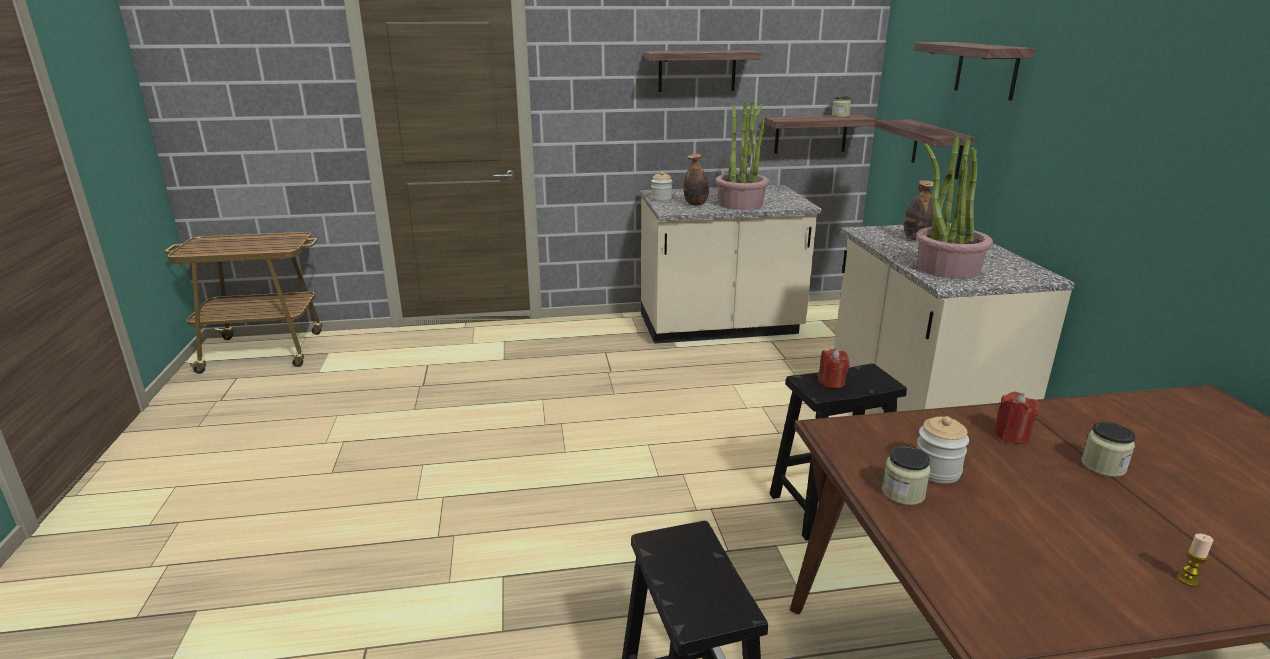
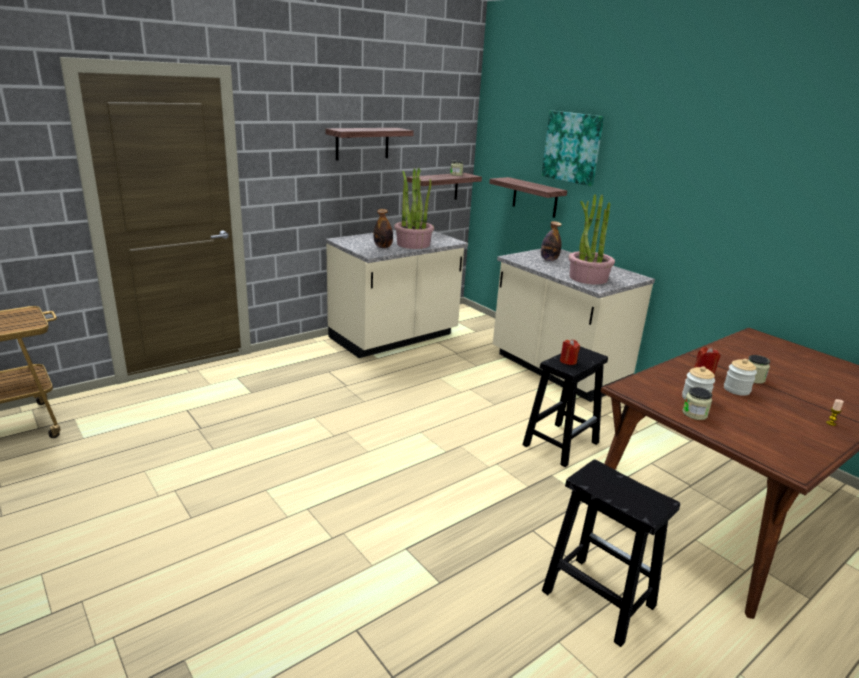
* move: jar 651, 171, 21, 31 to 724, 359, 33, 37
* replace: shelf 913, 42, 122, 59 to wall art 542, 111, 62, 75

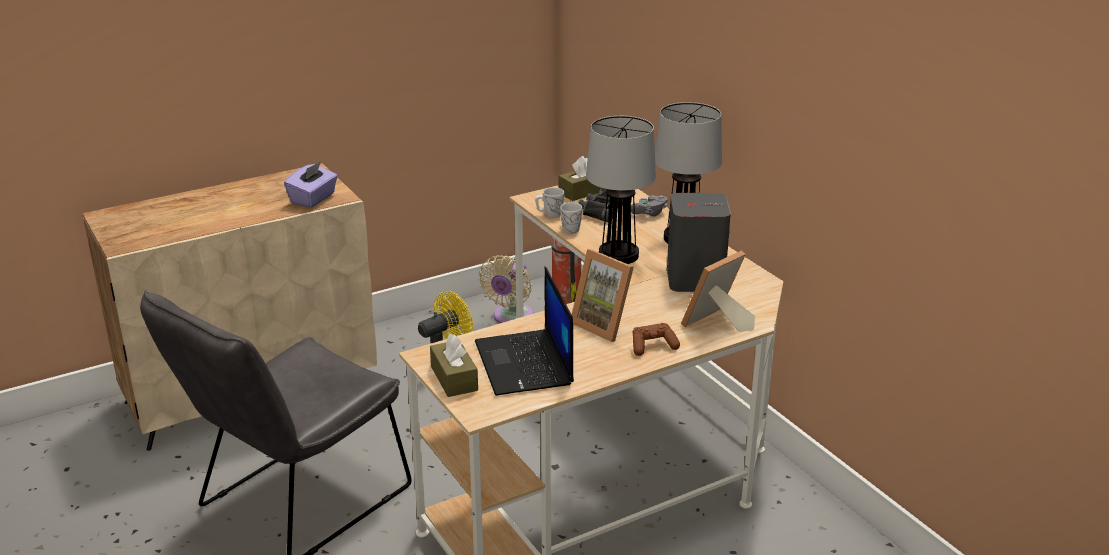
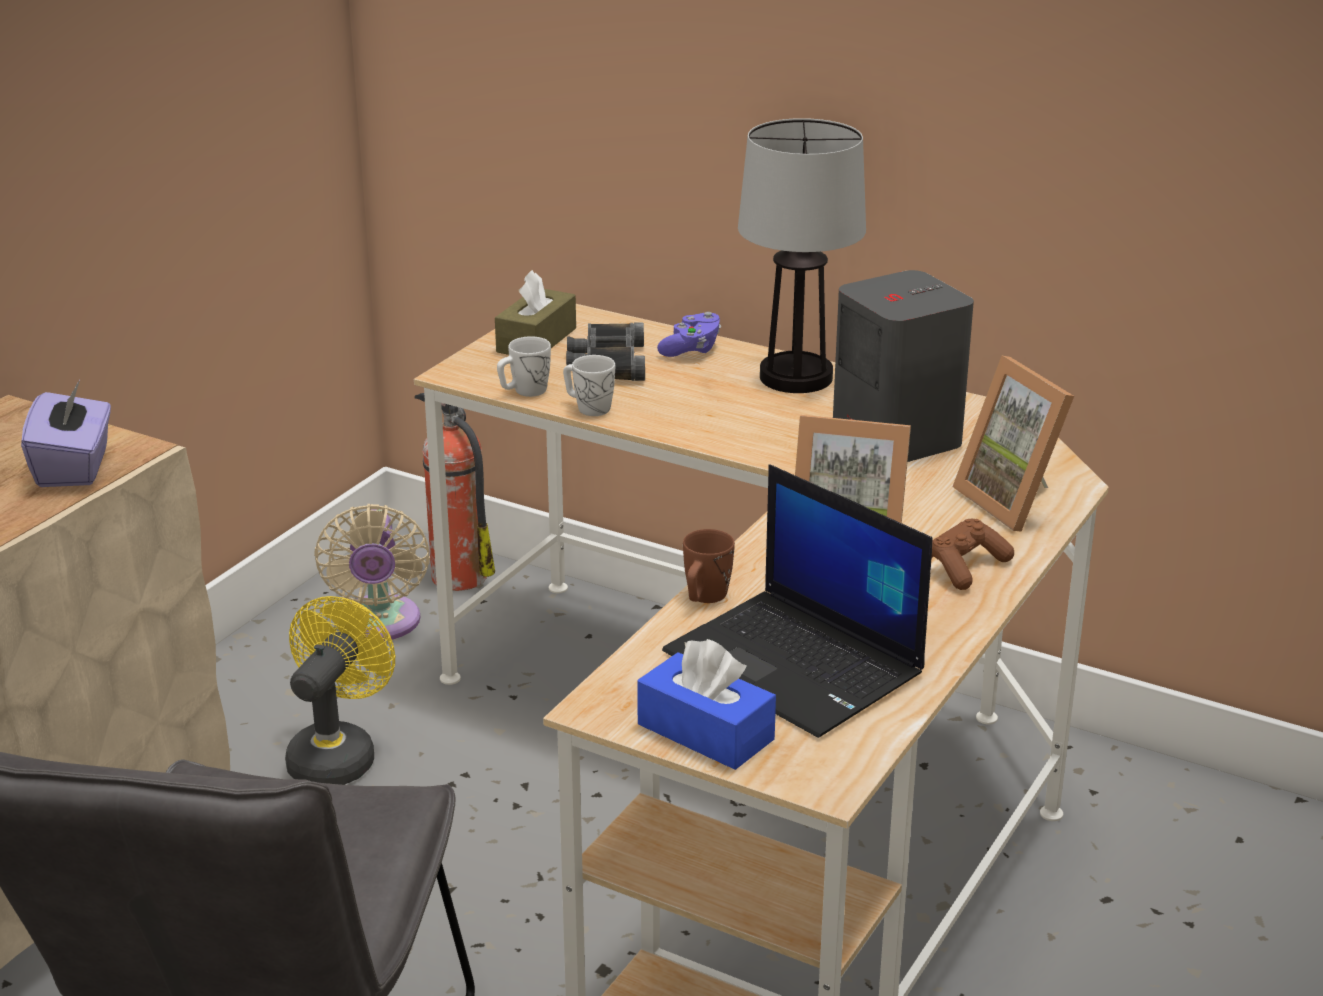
* delete: table lamp 586, 116, 70, 148
* insert: brown-coloured mug 683, 529, 52, 74
* recolor: brown-coloured tissue box 430, 333, 48, 64 to blue tissue box 637, 639, 139, 131
* recolor: gray joypad 631, 195, 37, 22 to purple joypad 657, 312, 64, 45
* rotate: standing frame 681, 250, 74, 82 = 952, 356, 122, 175 45 degrees counterclockwise

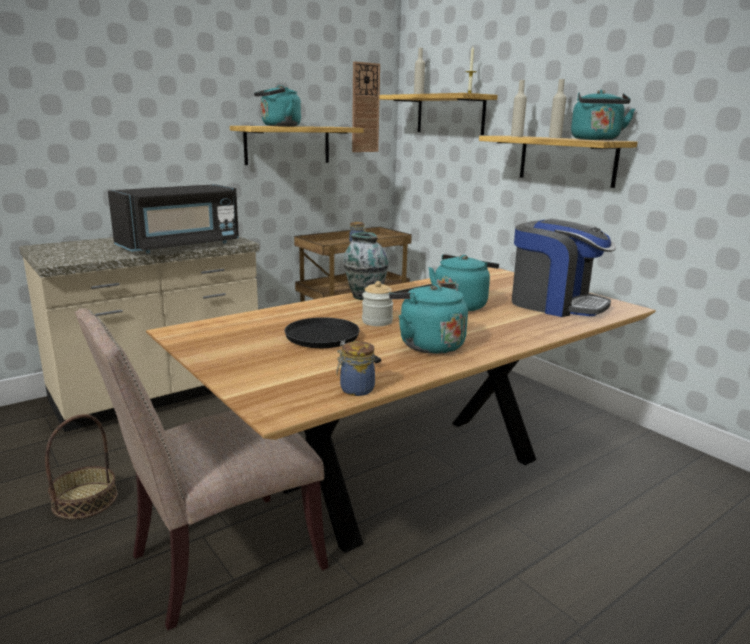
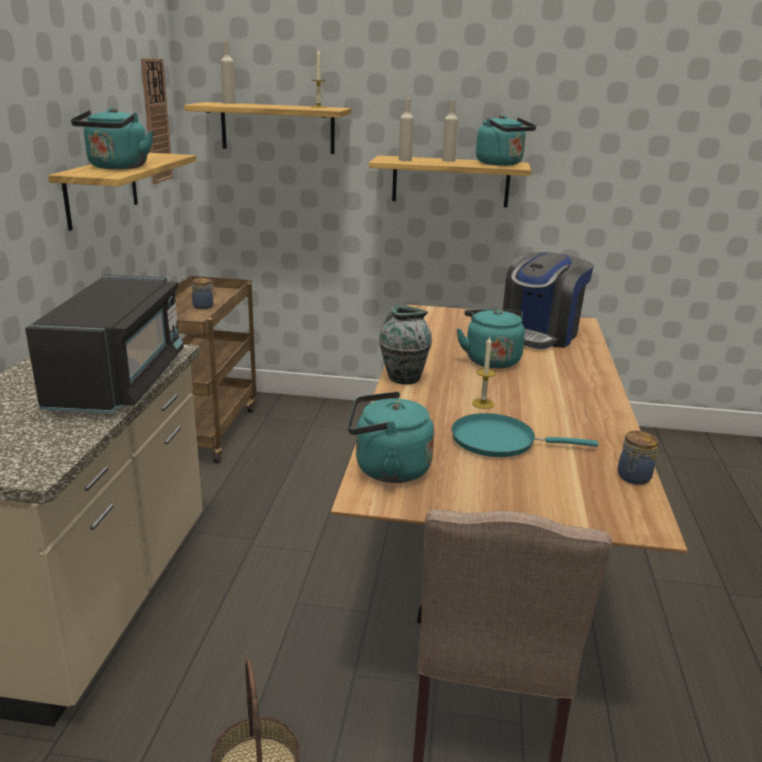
* move: blue-green water kettle 389, 283, 79, 71 to 348, 392, 86, 91
* replace: jar 362, 281, 31, 45 to wax candle 472, 337, 24, 72
* recolor: blackish pan 284, 317, 97, 46 to blue-green pan 451, 413, 147, 44
* rotate: coffee maker 512, 219, 104, 98 = 503, 252, 91, 97 135 degrees clockwise

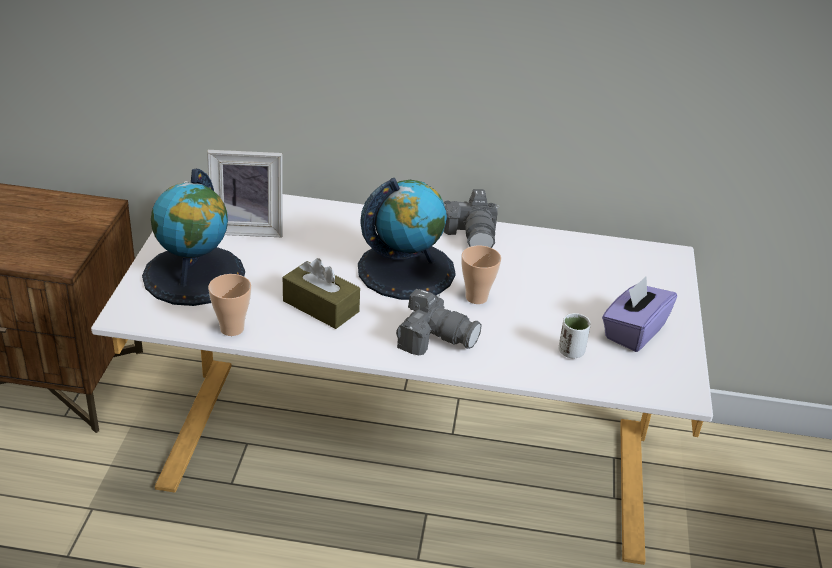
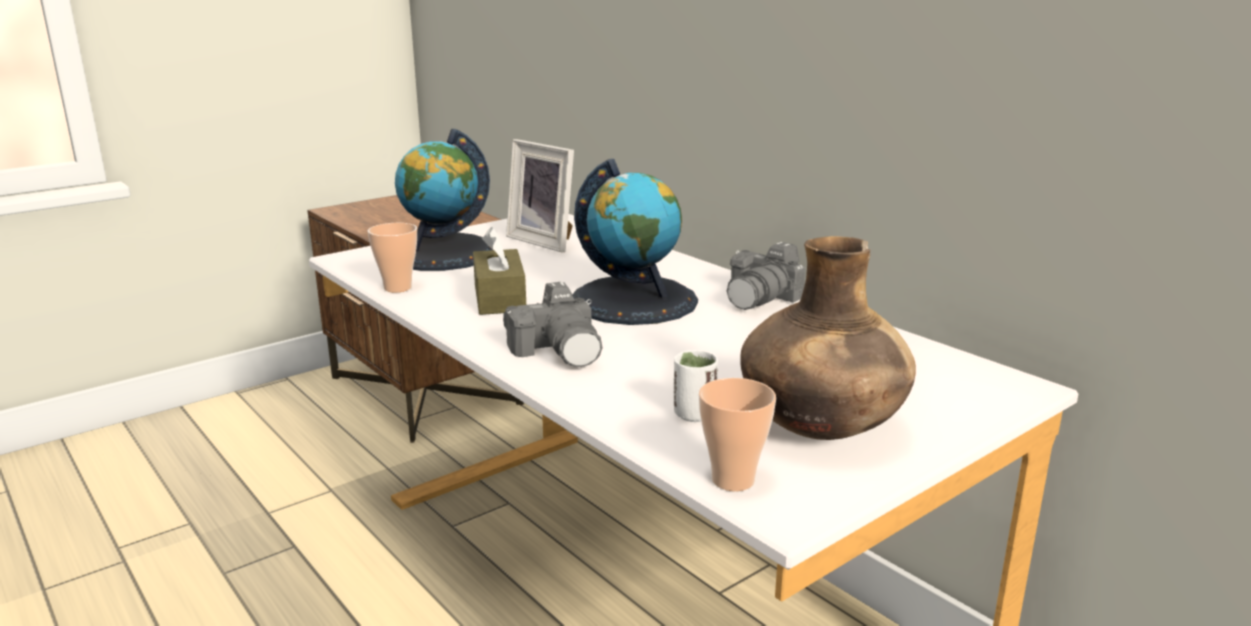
* move: drinking cup 461, 246, 40, 58 to 699, 378, 77, 113
* replace: purple tissue box 602, 277, 75, 75 to brown-coloured vase 740, 236, 176, 204

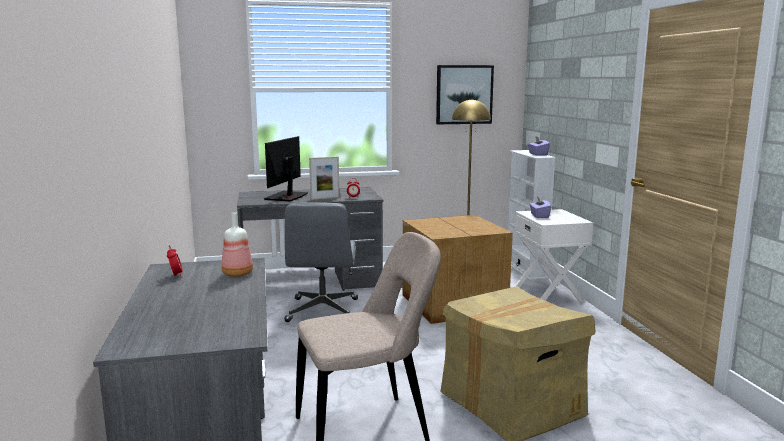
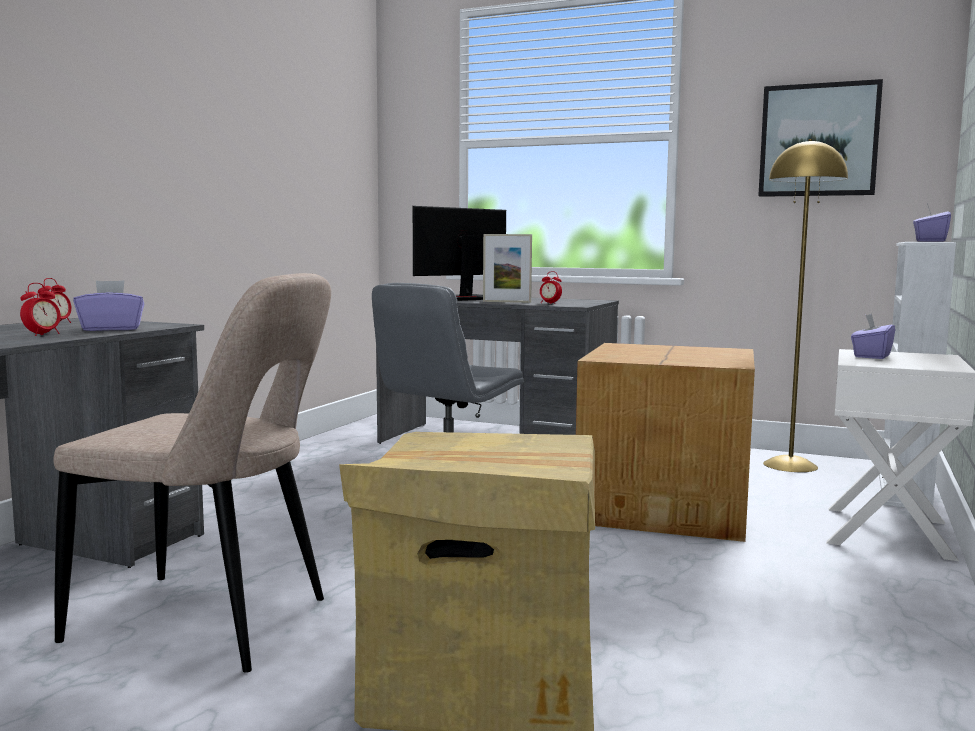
* insert: alarm clock 20, 283, 41, 53
* replace: beverage bottle 221, 212, 32, 65 to purple tissue box 73, 280, 72, 51

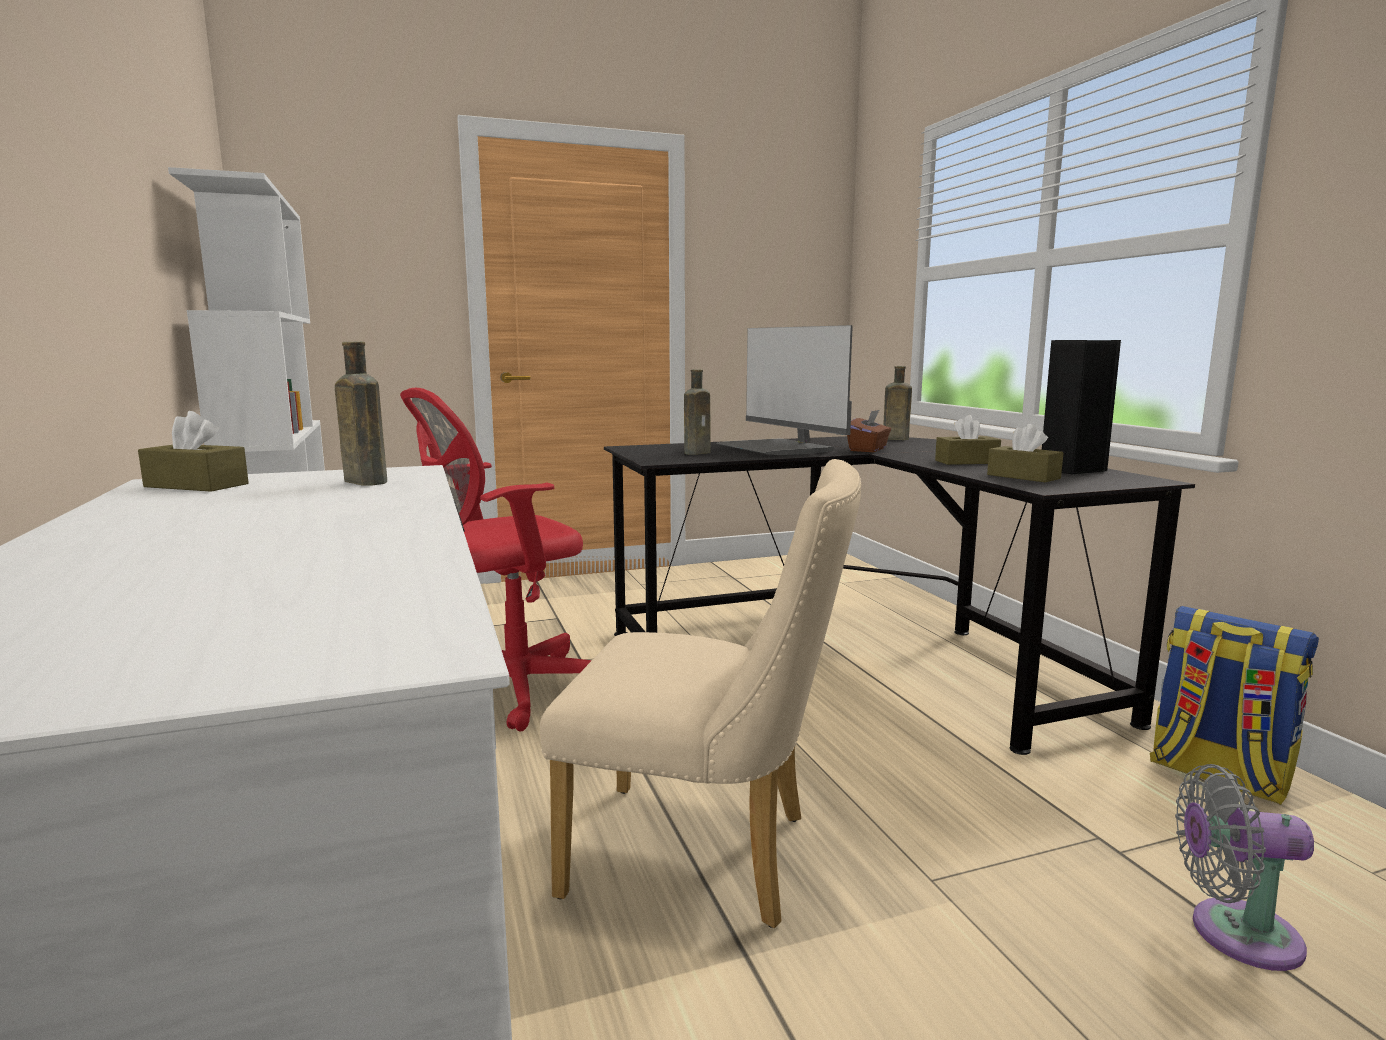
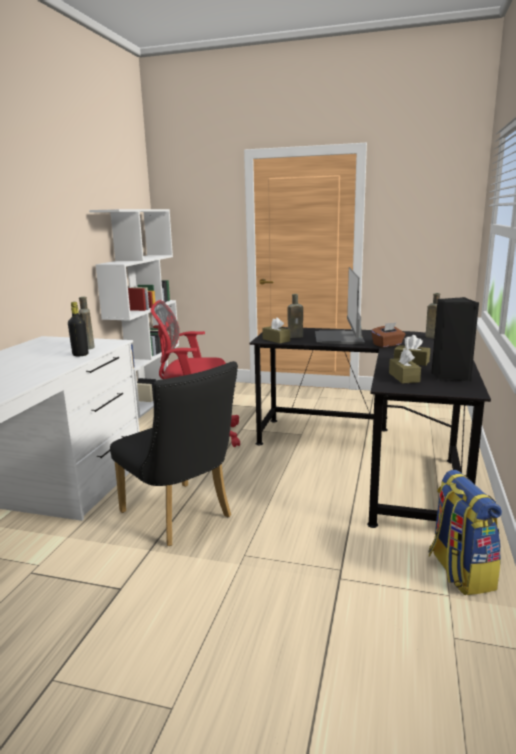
* delete: gray fan 1175, 764, 139, 207
* insert: blackish beverage bottle 68, 302, 21, 54
* move: brown-coloured tissue box 138, 411, 111, 81 to 262, 317, 28, 27
* recolor: beige-coloured plain chair 540, 459, 321, 469 to blackish plain chair 110, 361, 128, 185

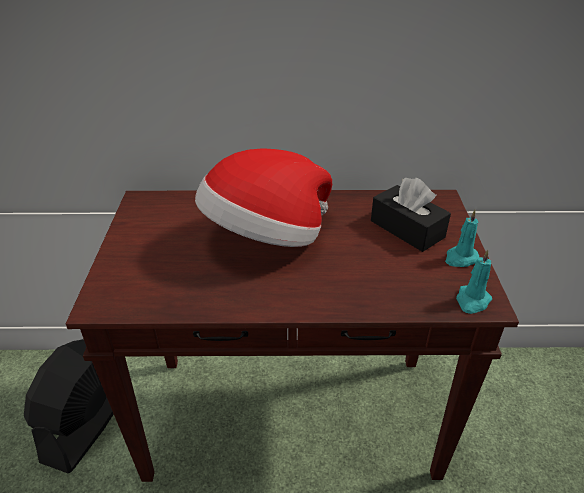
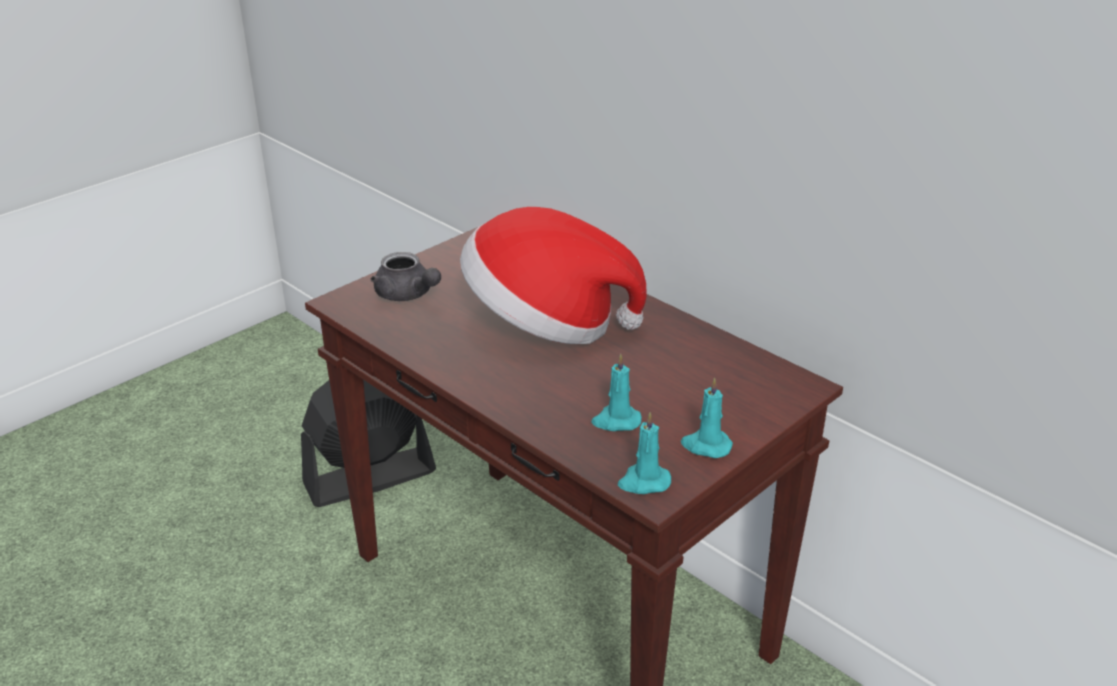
* delete: blackish tissue box 371, 178, 80, 74
* insert: gray tea pot 371, 252, 70, 49
* insert: blue-green wax candle 591, 354, 51, 77

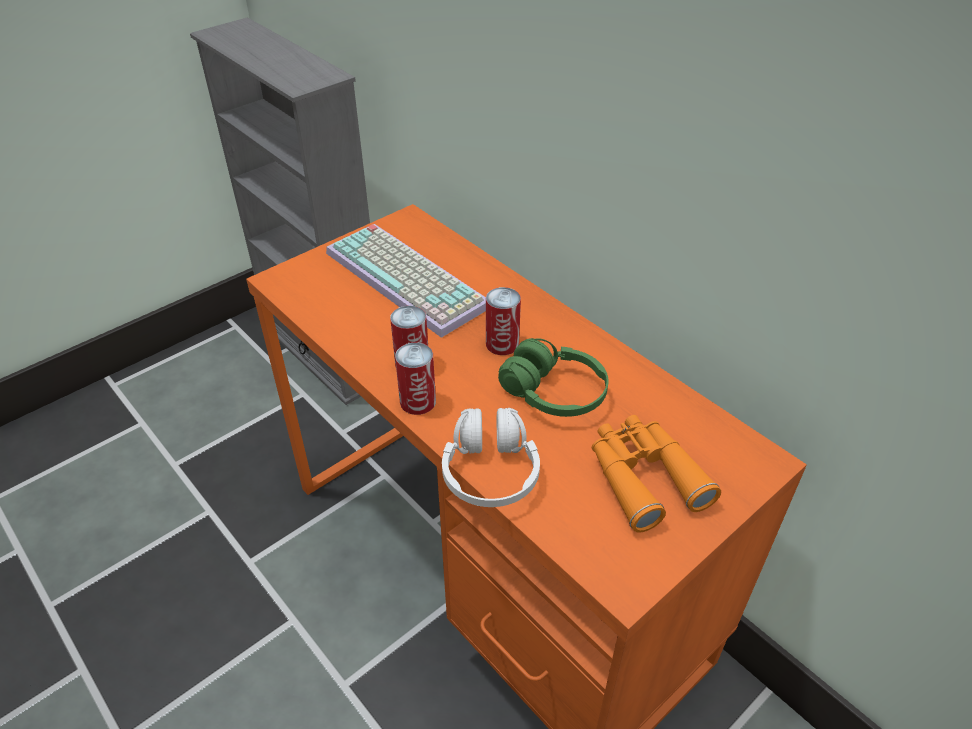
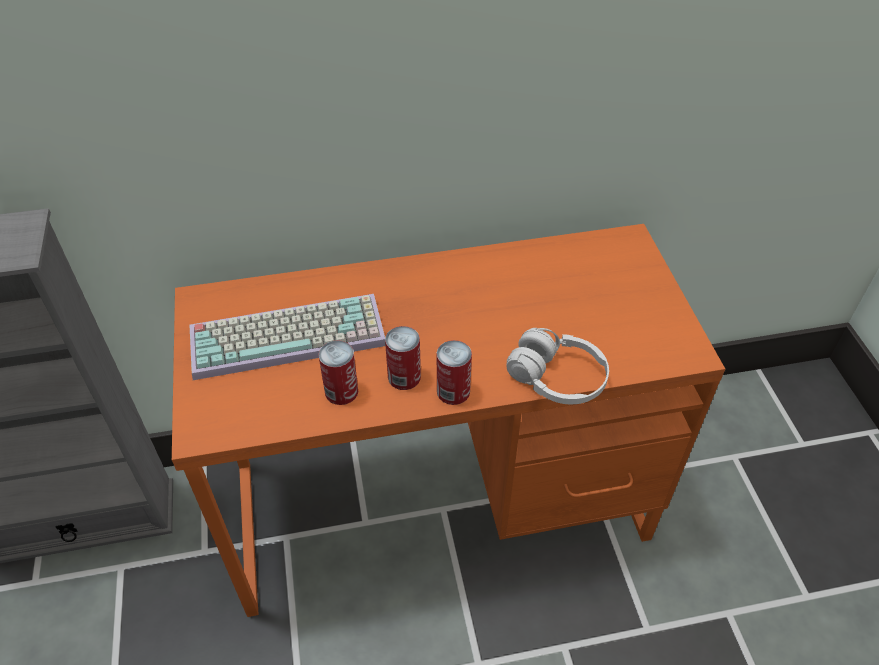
* delete: green headset 498, 338, 110, 79
* delete: orangey field glasses 592, 415, 129, 118
* move: metal can 486, 287, 35, 68 to 319, 340, 39, 65

